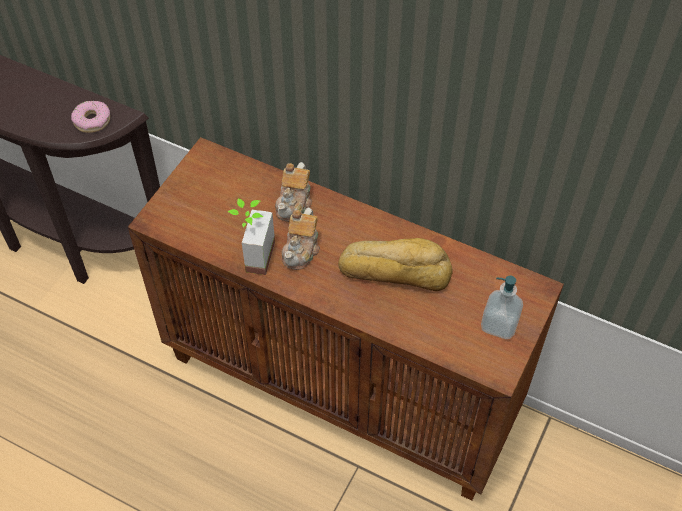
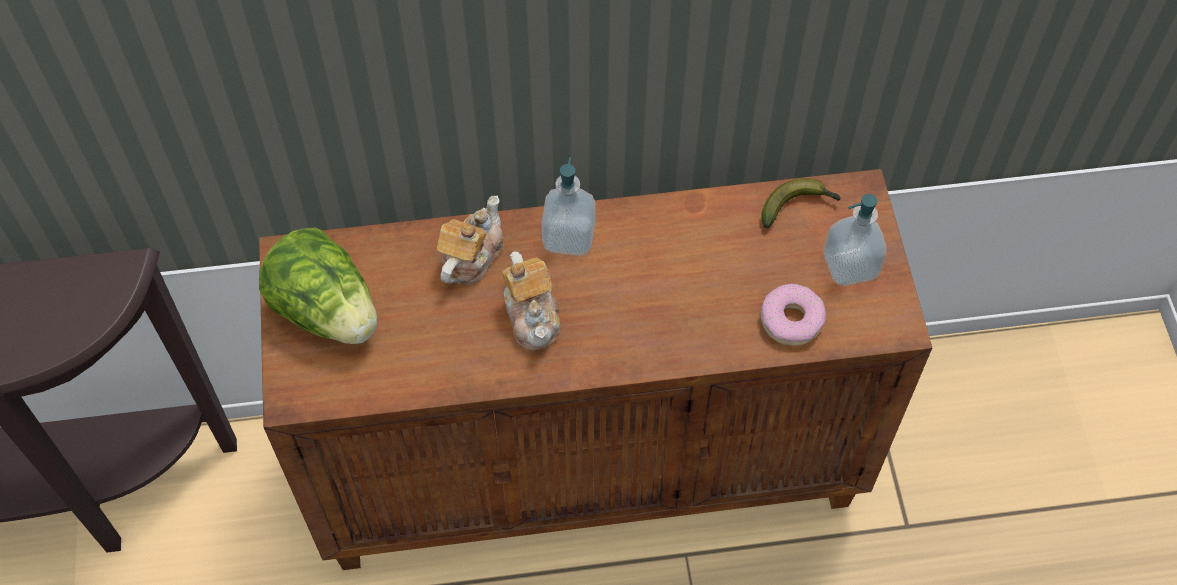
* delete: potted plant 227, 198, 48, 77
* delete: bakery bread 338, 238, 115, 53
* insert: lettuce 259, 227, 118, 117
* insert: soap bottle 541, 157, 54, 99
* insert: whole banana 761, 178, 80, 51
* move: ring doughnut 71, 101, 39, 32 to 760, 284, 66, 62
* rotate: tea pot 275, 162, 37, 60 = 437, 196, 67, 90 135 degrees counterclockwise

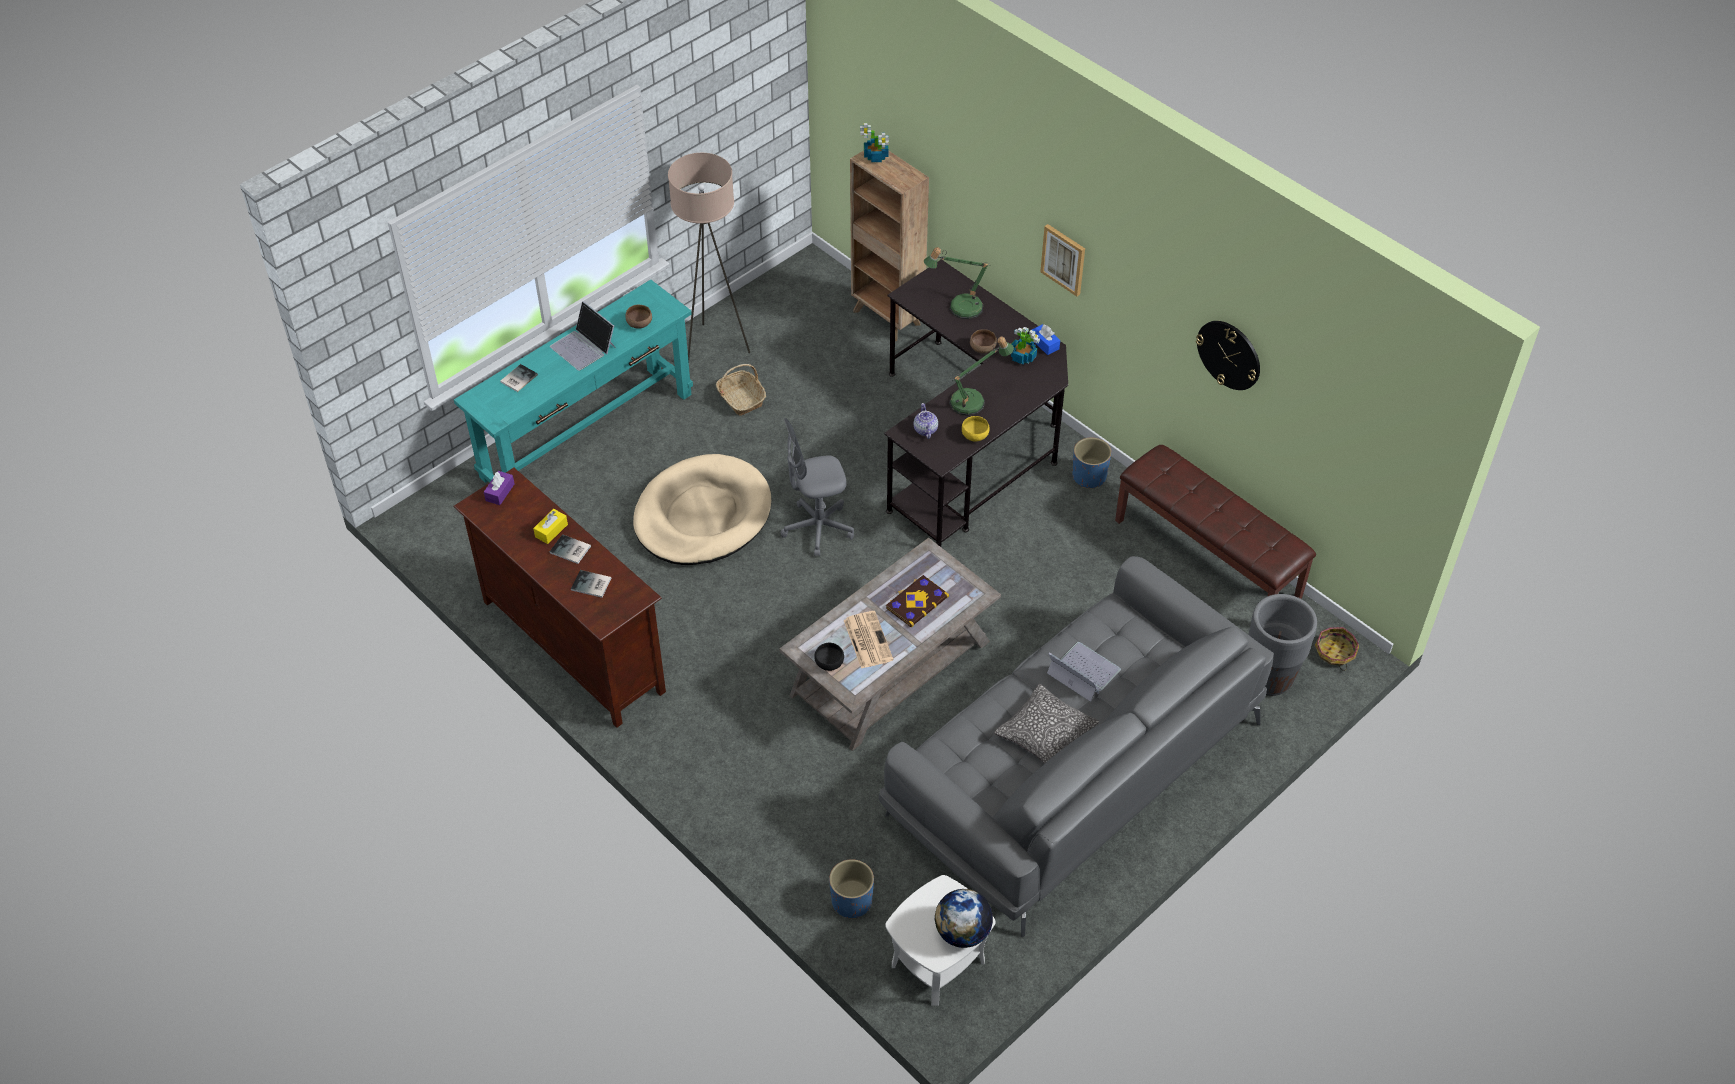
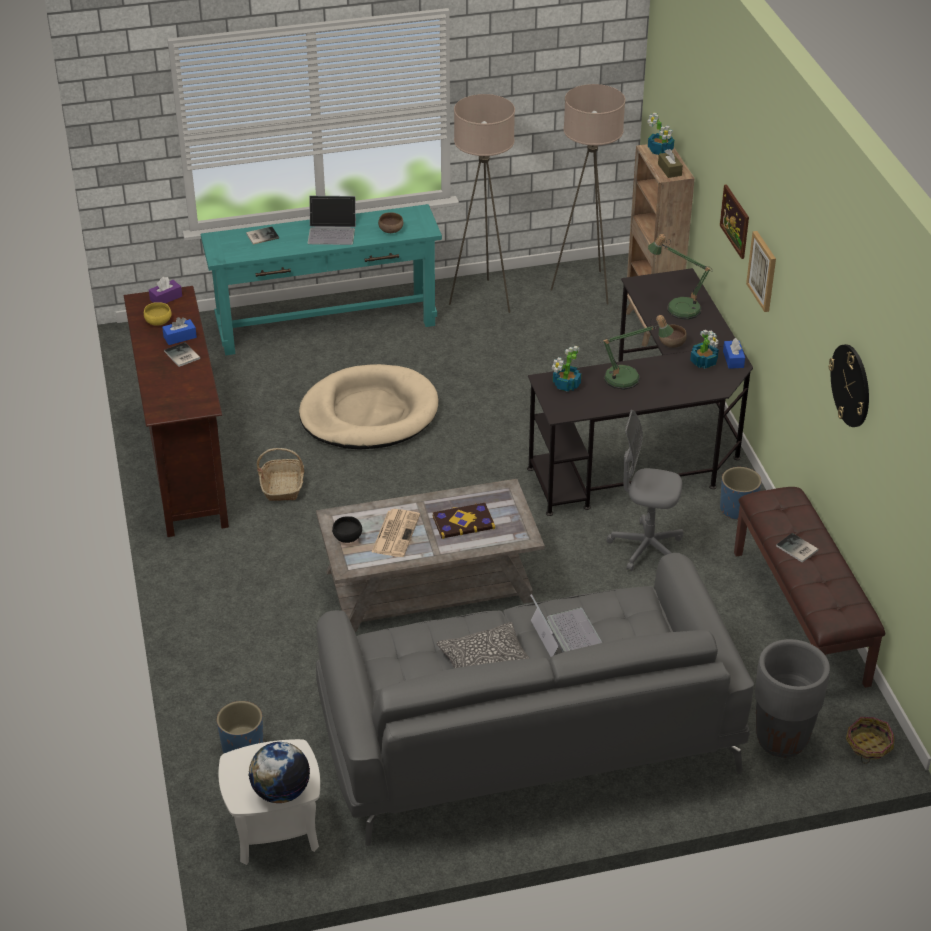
* insert: beige-coloured floor lamp 551, 84, 74, 220
* insert: brown-coloured tissue box 658, 149, 25, 29
* insert: wall art 720, 184, 29, 75
* move: book 571, 570, 40, 28 to 776, 533, 43, 30
* move: household basket 716, 364, 50, 51 to 257, 448, 47, 53
* move: gray office chair 780, 418, 74, 138 to 607, 410, 77, 161
* move: yellowish bowl 962, 416, 28, 26 to 144, 302, 28, 24
* replace: tea pot 914, 403, 24, 36 to potted plant 552, 346, 29, 46
* recolor: yellowish tissue box 533, 509, 35, 35 to blue tissue box 162, 317, 35, 28
* rotate: notebook computer 550, 301, 66, 70 = 308, 195, 48, 50 75 degrees counterclockwise

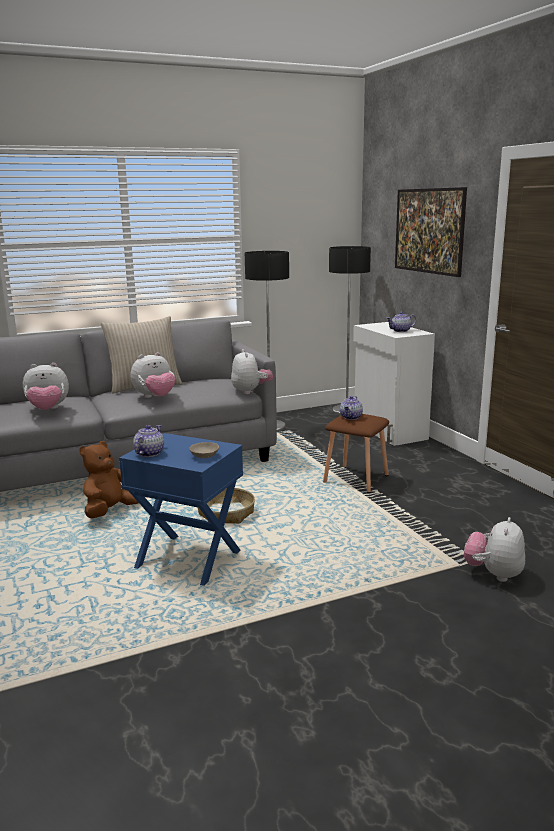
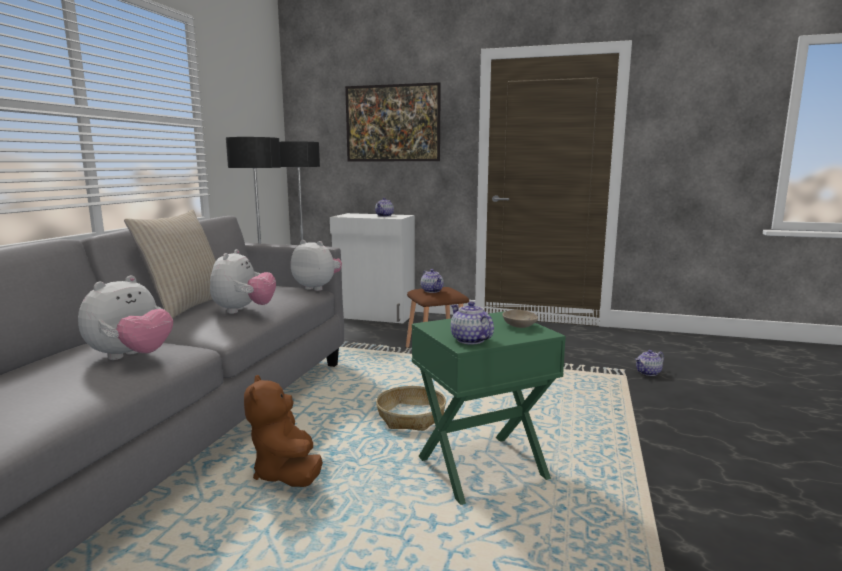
* replace: soft toy 464, 517, 61, 65 to tea pot 635, 350, 29, 26
* recolor: blue end table 119, 433, 124, 153 to green end table 412, 311, 154, 194

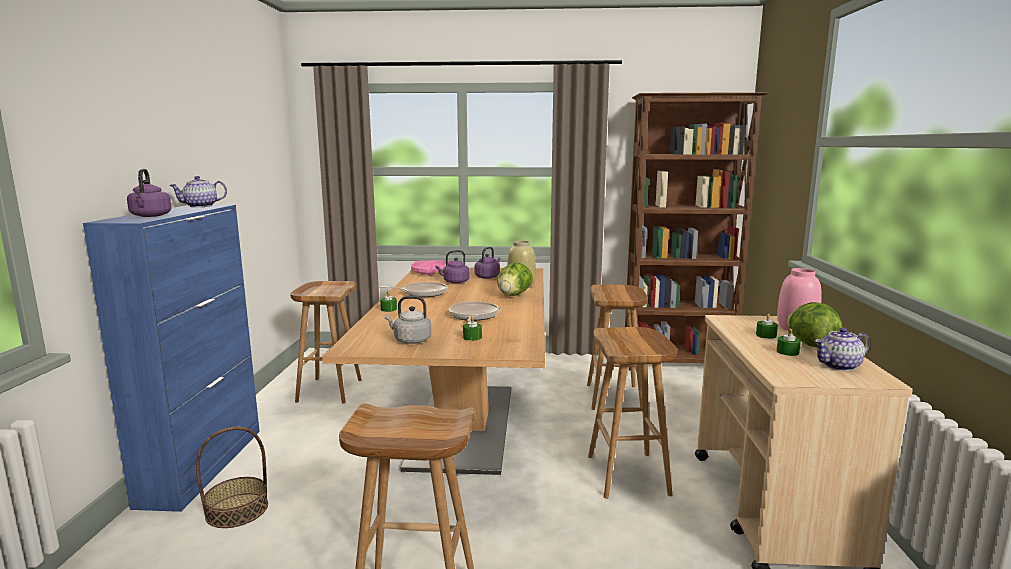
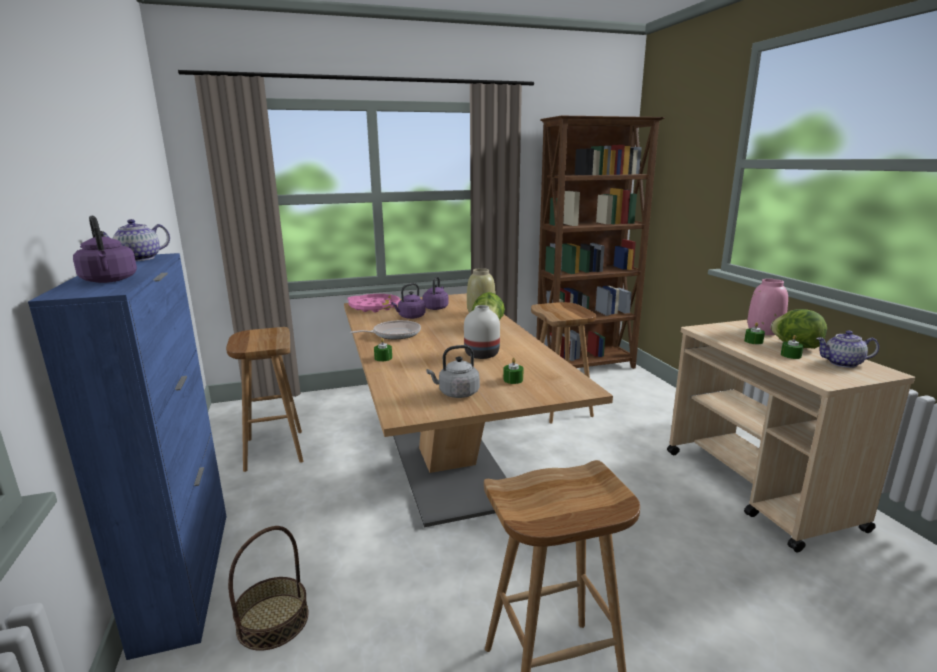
* delete: brown-coloured stool 588, 327, 89, 172
* replace: pan 449, 301, 50, 21 to white-coloured vase 464, 305, 36, 54
* rotate: tea pot 814, 328, 56, 43 = 816, 331, 63, 37 45 degrees clockwise

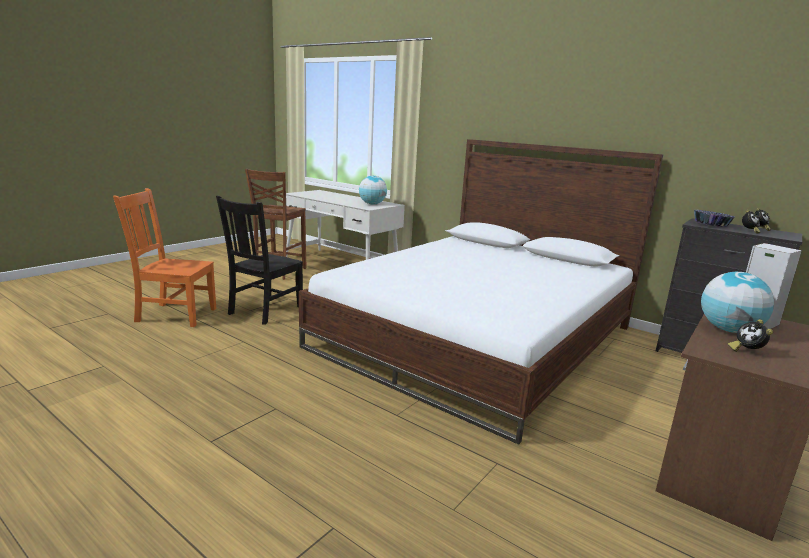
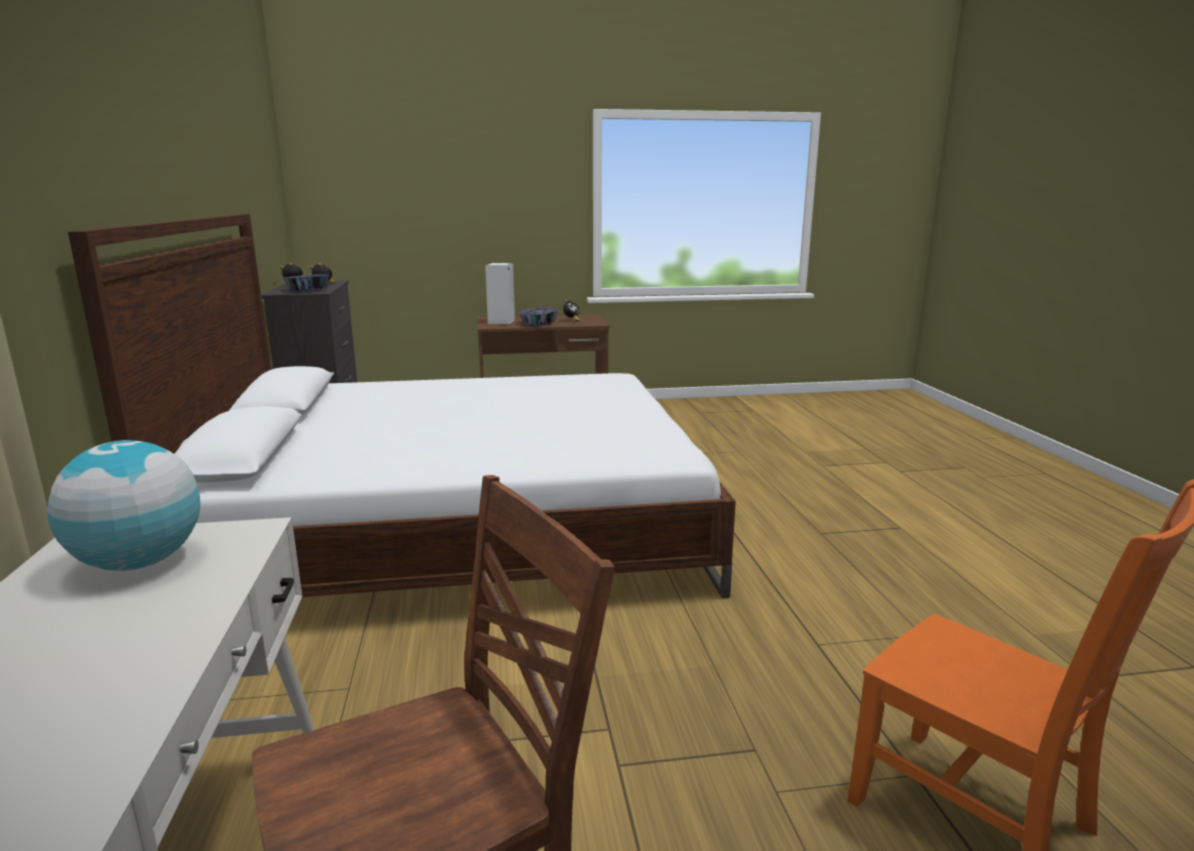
* delete: blackish plain chair 216, 195, 87, 130
* replace: globe 701, 271, 73, 62 to bowl 519, 307, 39, 19

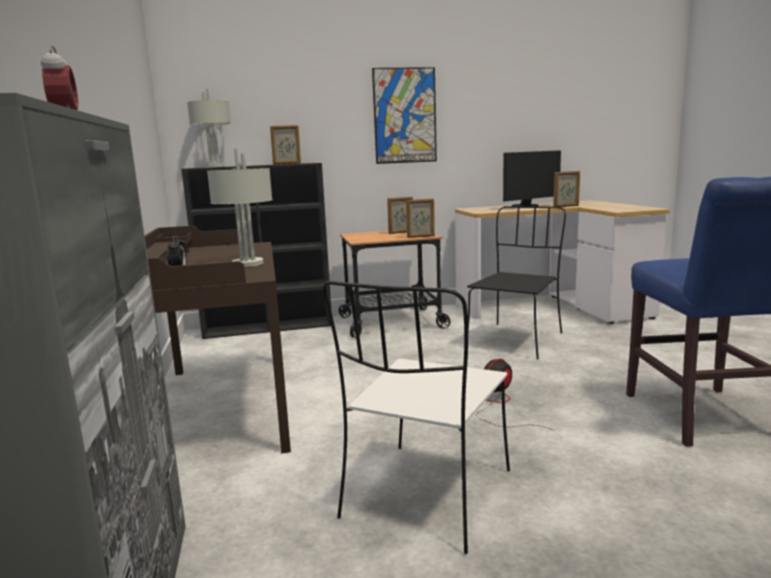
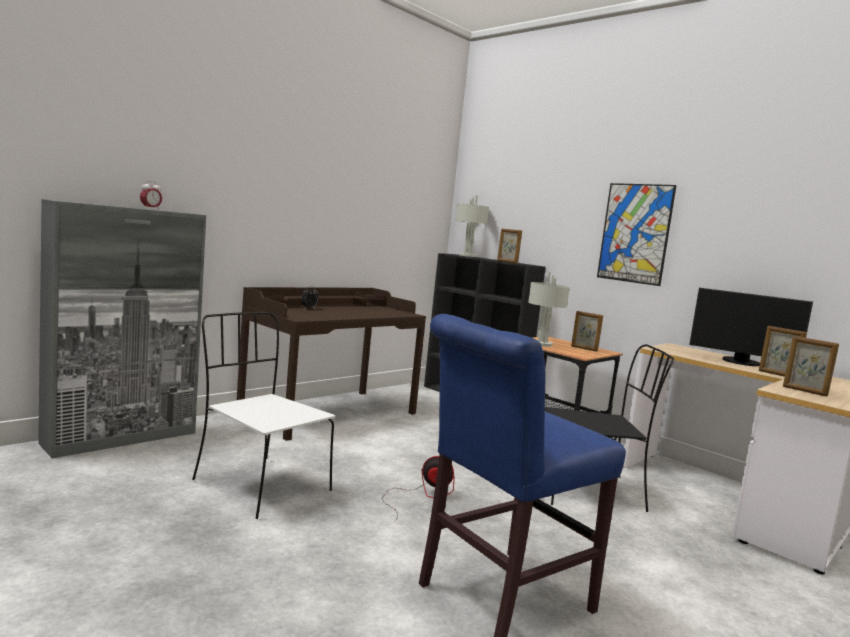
* move: gray table lamp 207, 149, 66, 118 to 528, 272, 42, 75
* move: standing frame 406, 199, 29, 39 to 783, 336, 56, 60
* rotate: white-coloured plain chair 323, 281, 187, 273 = 192, 312, 144, 207 45 degrees clockwise

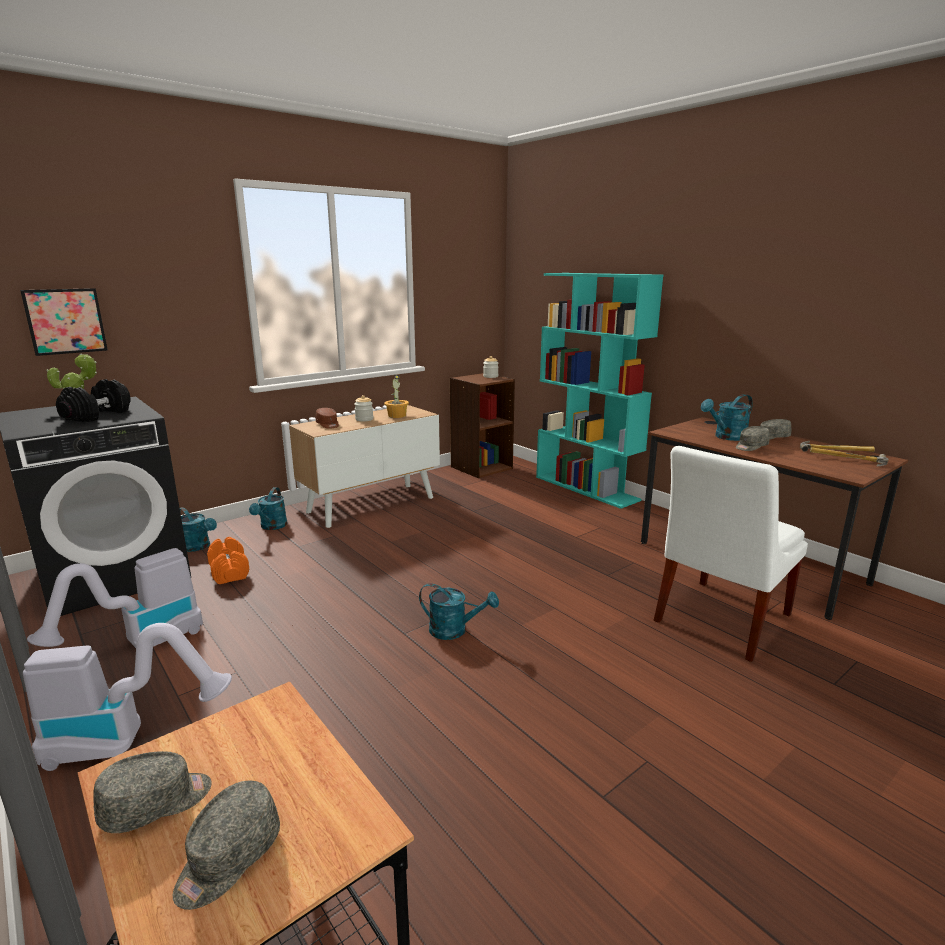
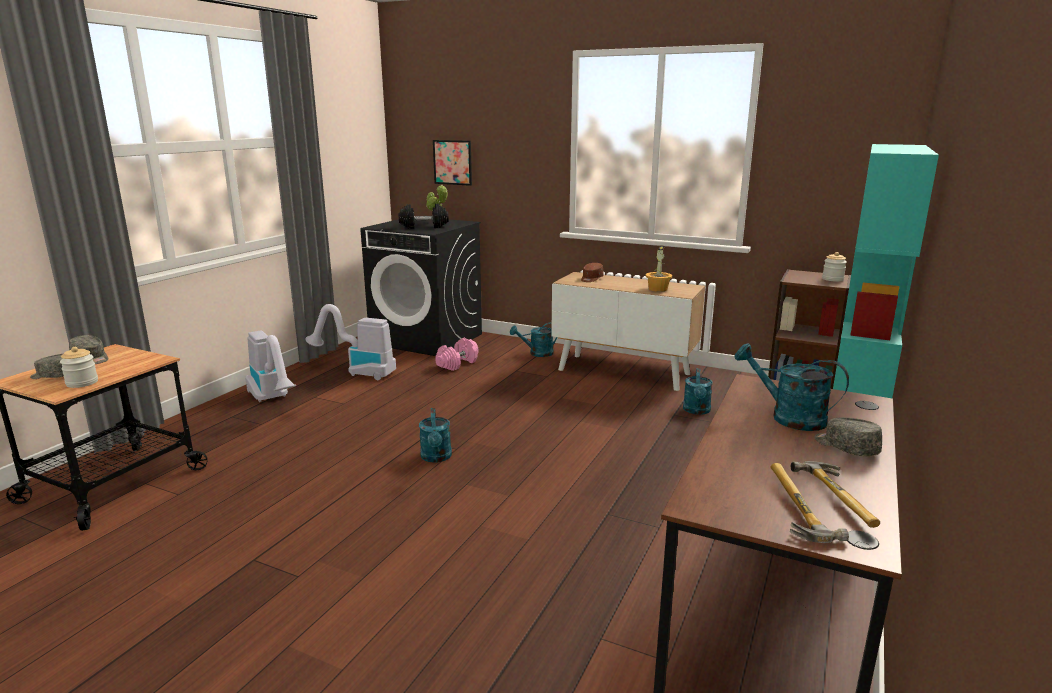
* delete: white-coloured plain chair 654, 446, 154, 216
* delete: gray cap 736, 426, 34, 25
* move: blue-green watering pot 180, 507, 37, 45 to 683, 368, 30, 47
* move: jar 354, 395, 19, 26 to 60, 347, 38, 41
* recolor: orangey dumbbell 207, 537, 42, 47 to pink dumbbell 435, 338, 43, 33

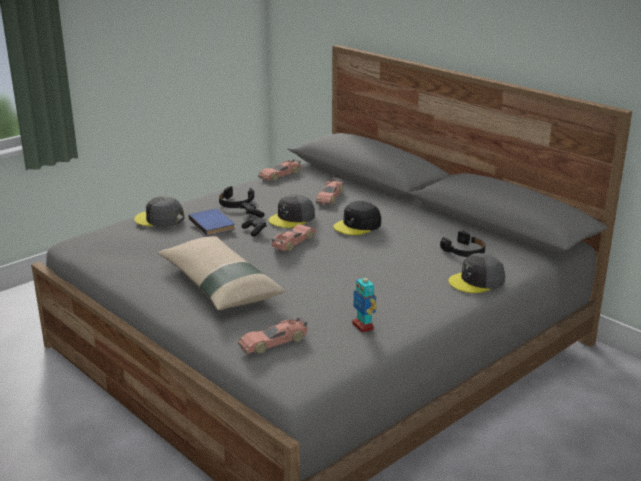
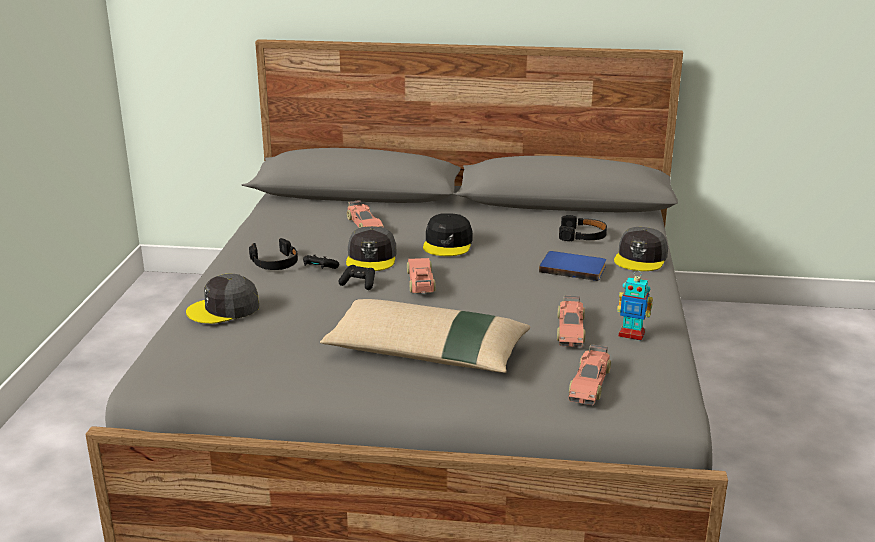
* move: blue book 189, 209, 46, 27 to 539, 251, 67, 30
* move: model car 258, 159, 43, 22 to 557, 296, 28, 51

